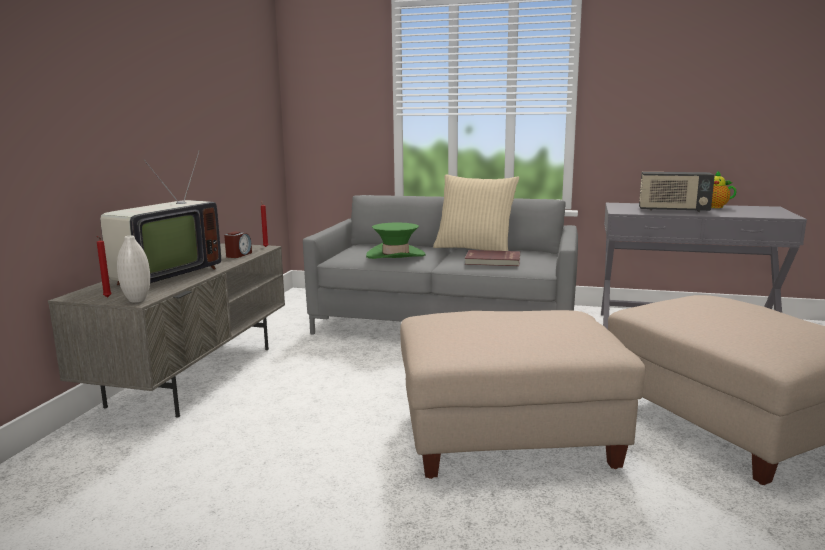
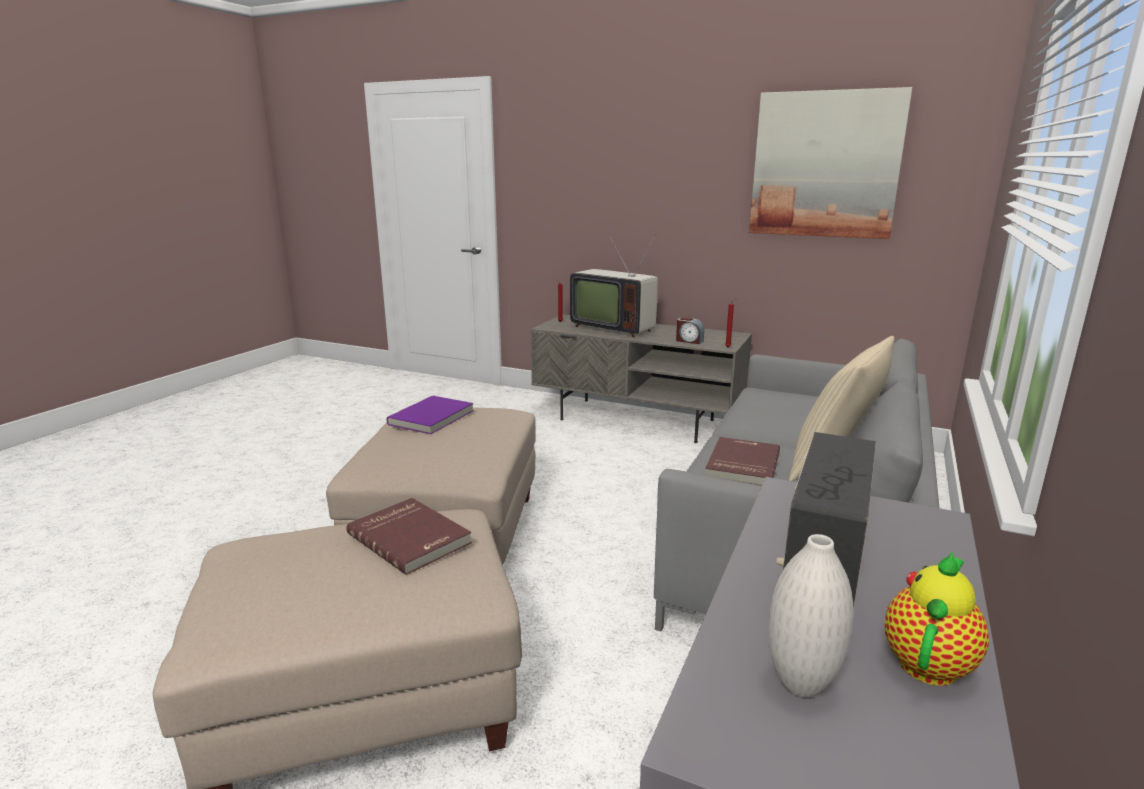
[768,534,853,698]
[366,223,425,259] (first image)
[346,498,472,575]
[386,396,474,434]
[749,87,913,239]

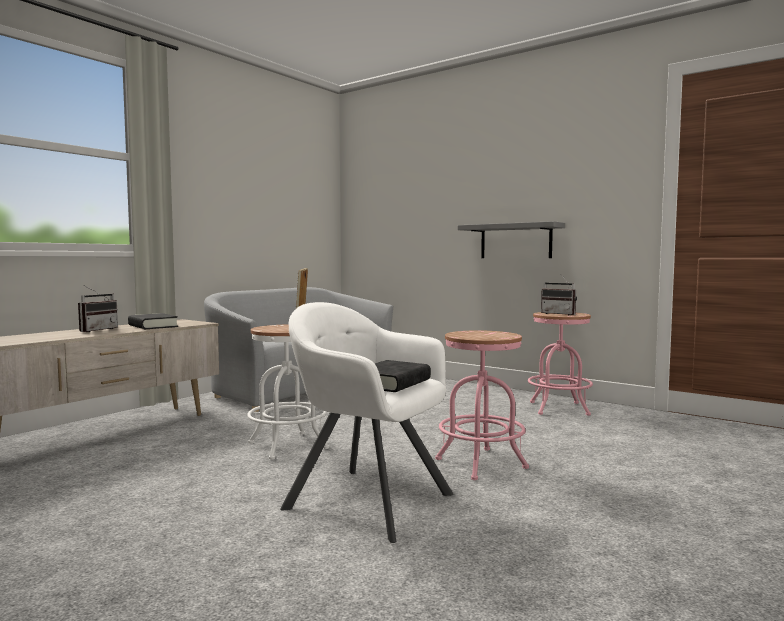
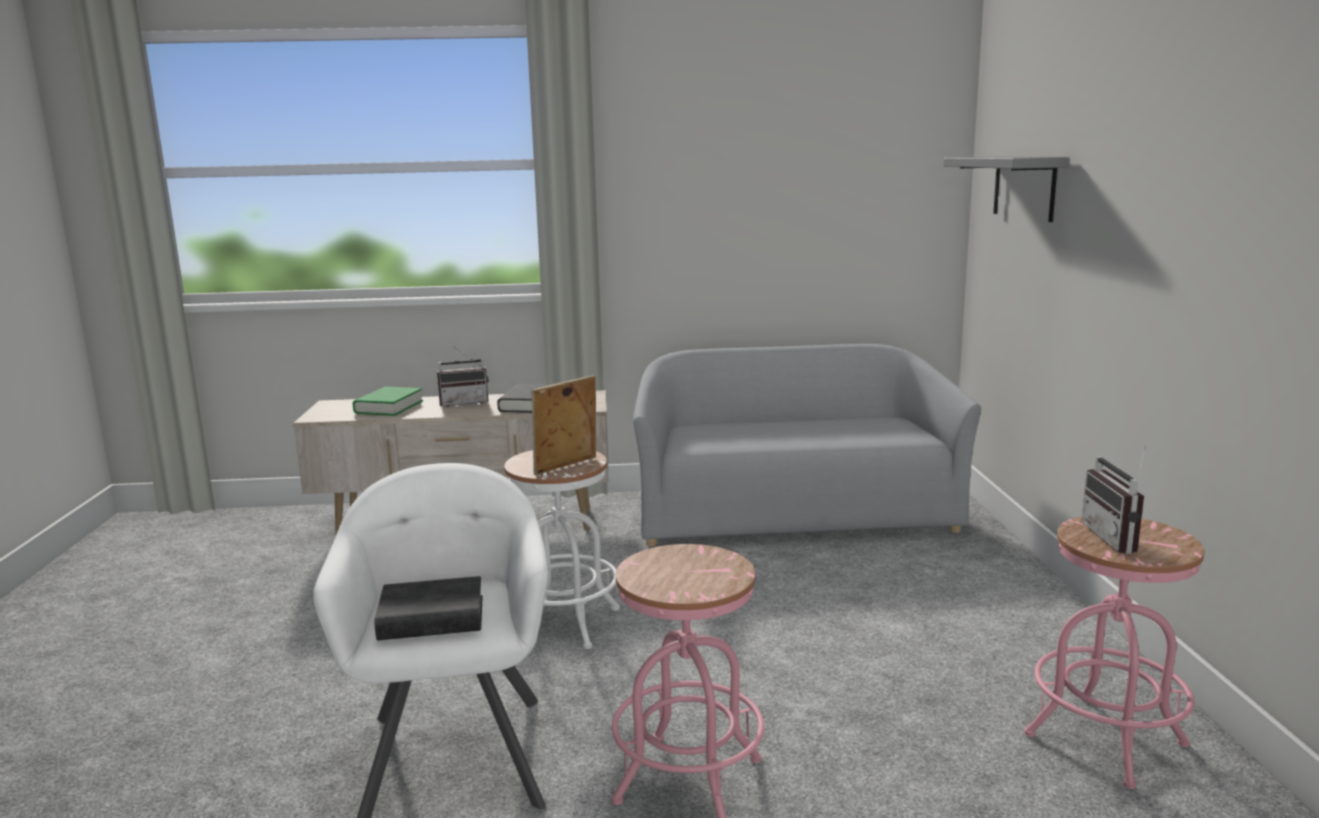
[944,157,1069,222]
[353,387,423,416]

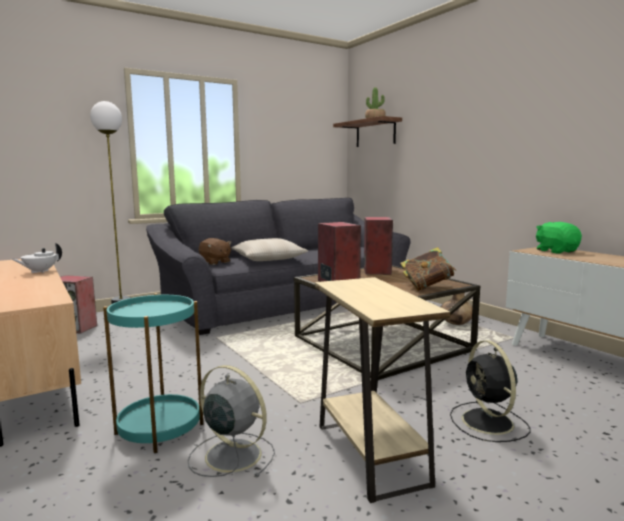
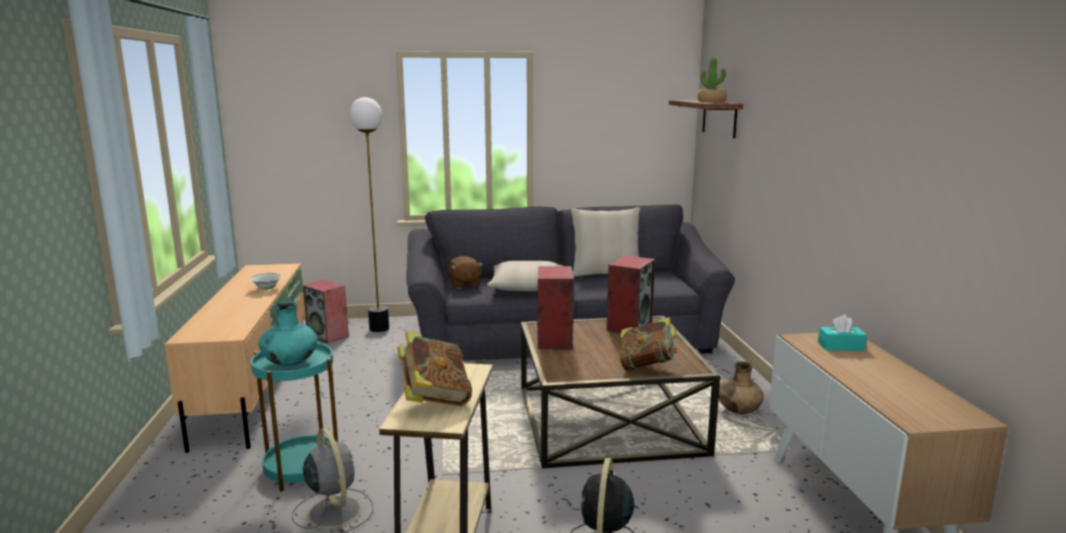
[249,273,283,290]
[818,315,867,351]
[258,301,318,366]
[397,331,472,406]
[571,207,640,277]

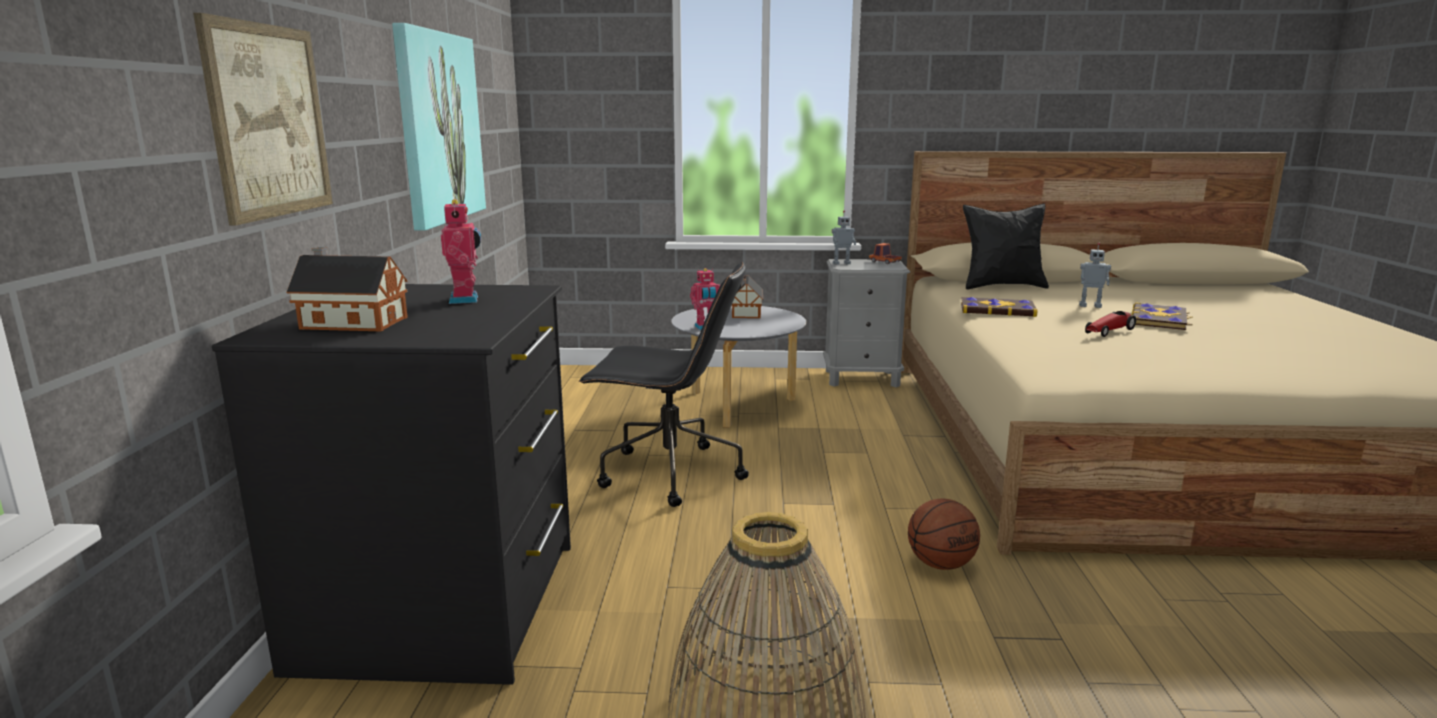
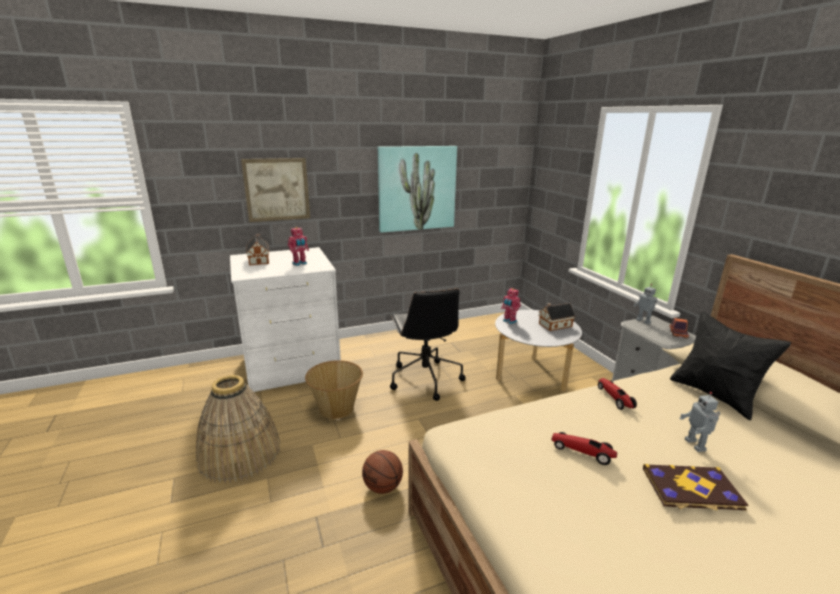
[230,247,341,393]
[598,378,637,410]
[305,360,363,419]

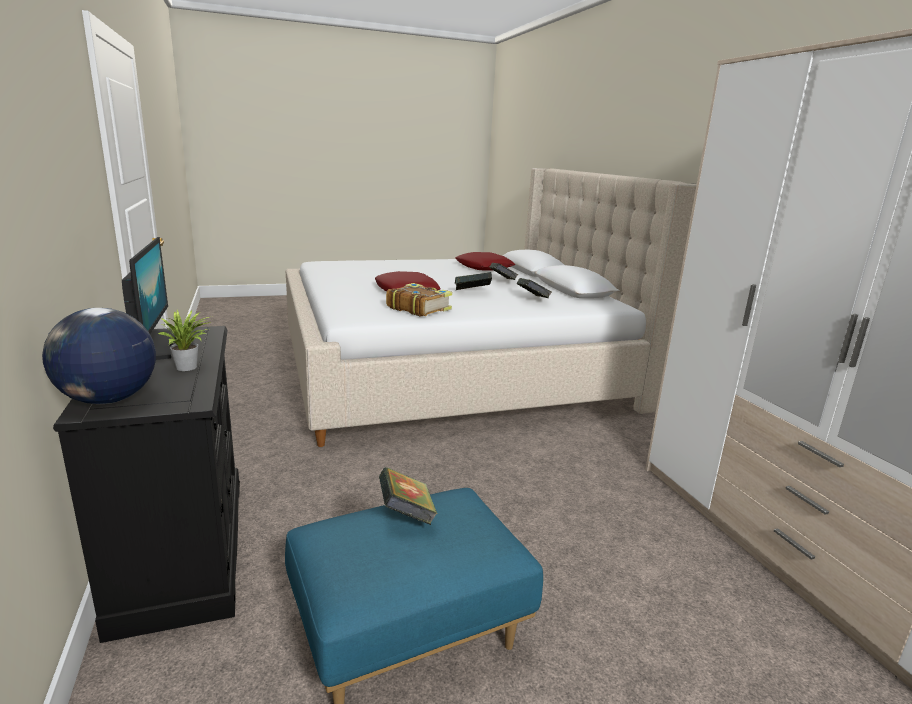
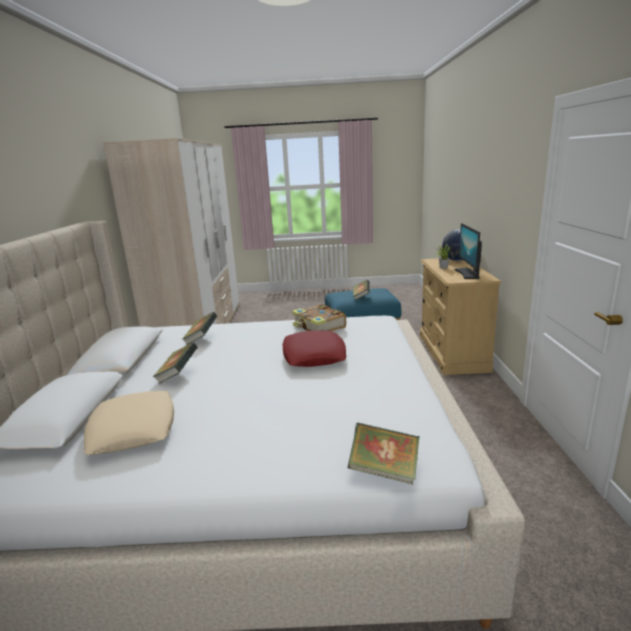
[420,258,501,375]
[84,391,174,455]
[348,422,420,484]

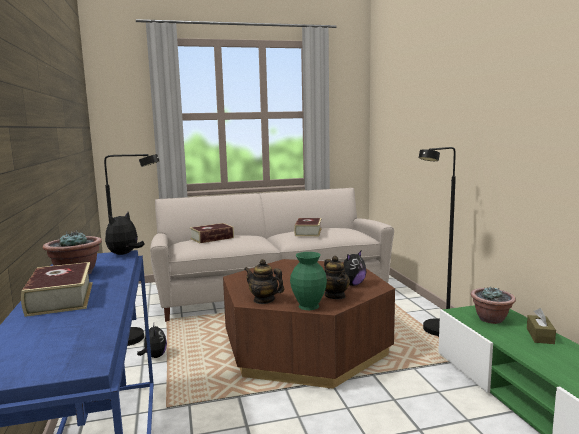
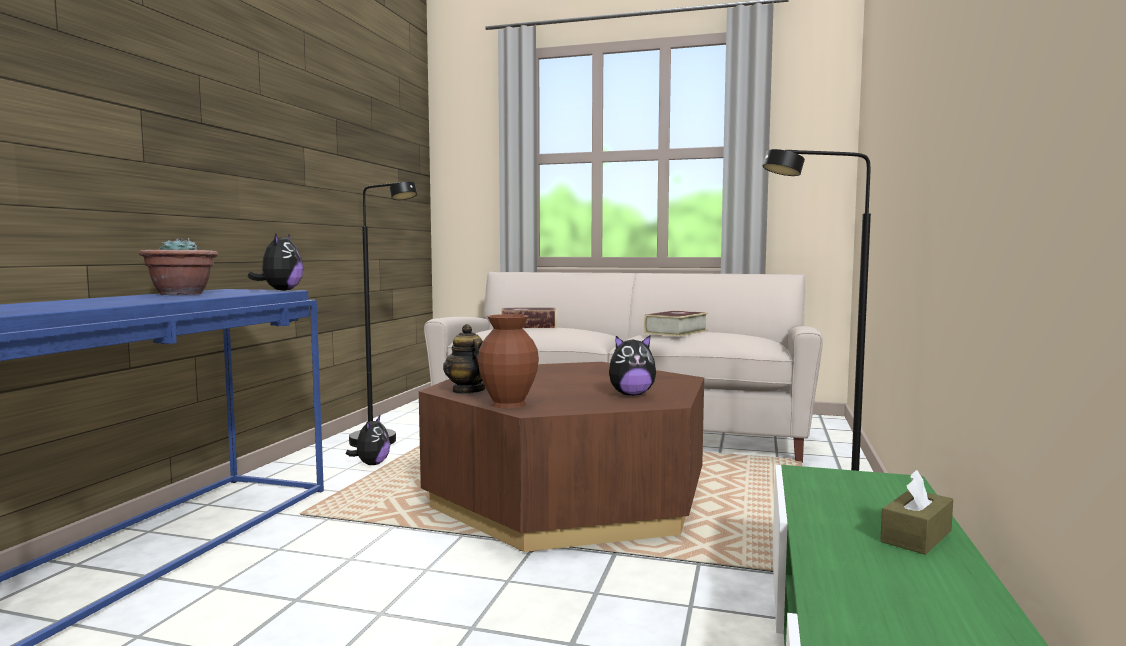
[21,262,93,317] (first image)
[248,234,304,291]
[478,314,539,409]
[324,256,350,299] (first image)
[471,287,516,324] (first image)

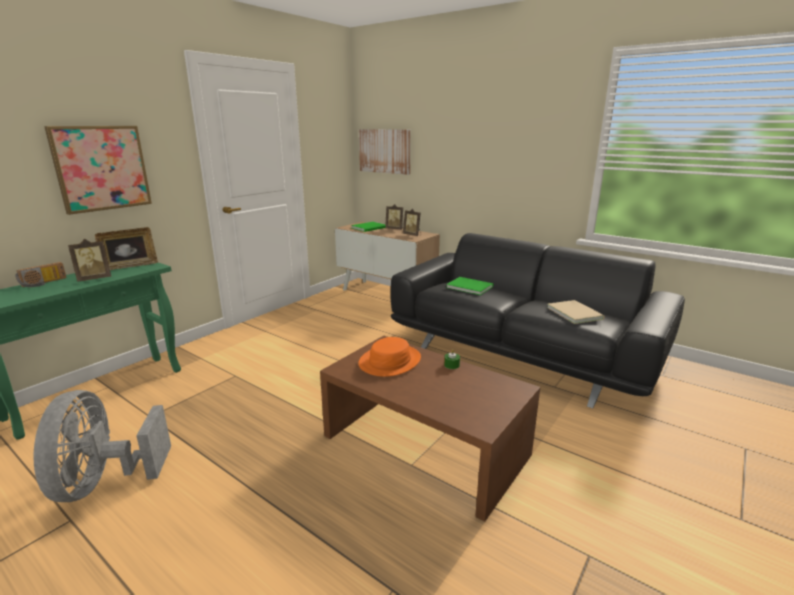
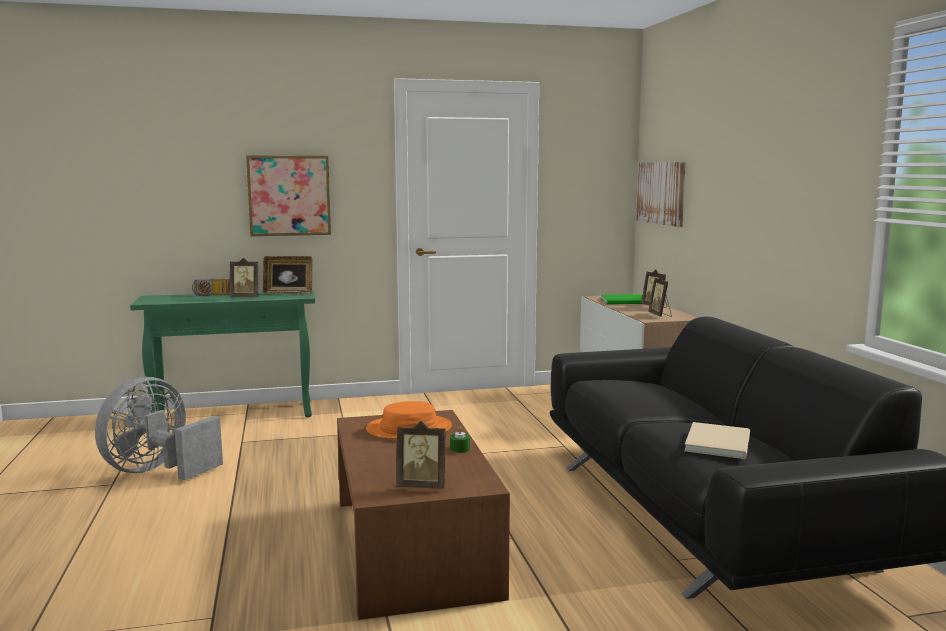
[446,277,493,295] (first image)
[396,421,446,489]

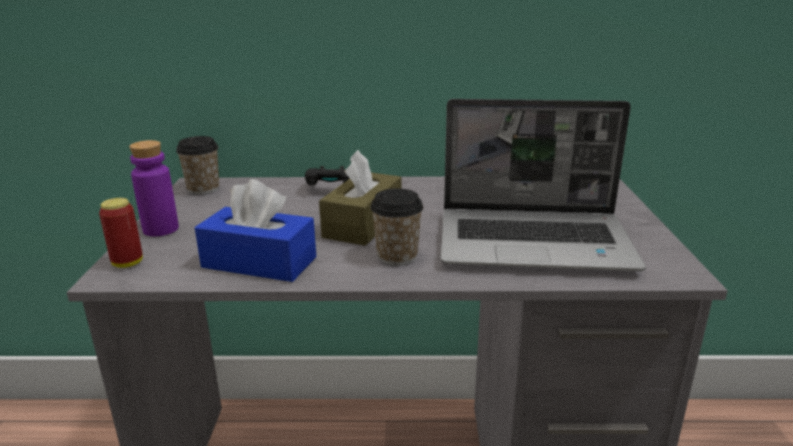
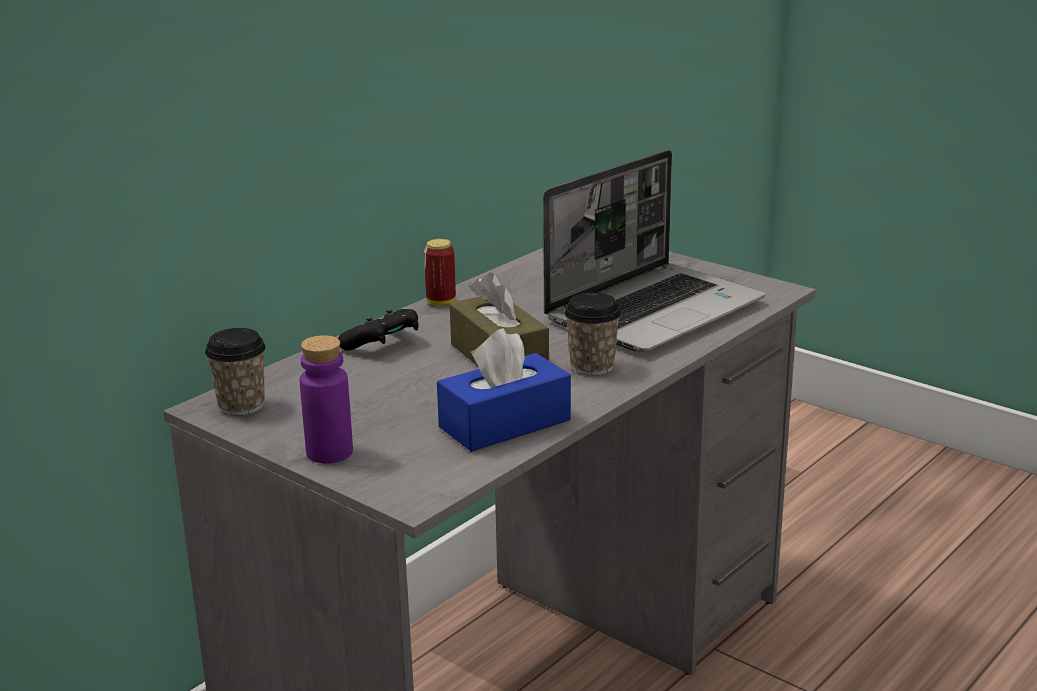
[424,239,456,306]

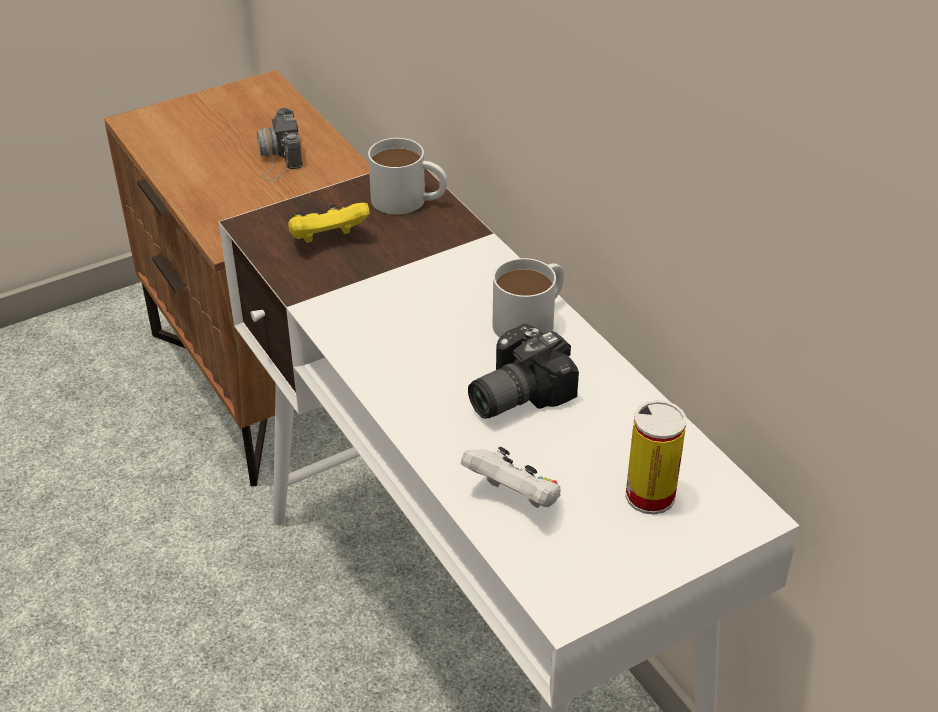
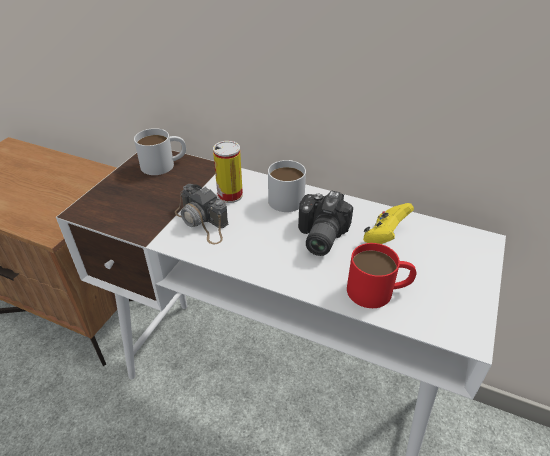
[175,184,229,244]
[363,203,414,244]
[347,243,417,308]
[213,141,243,203]

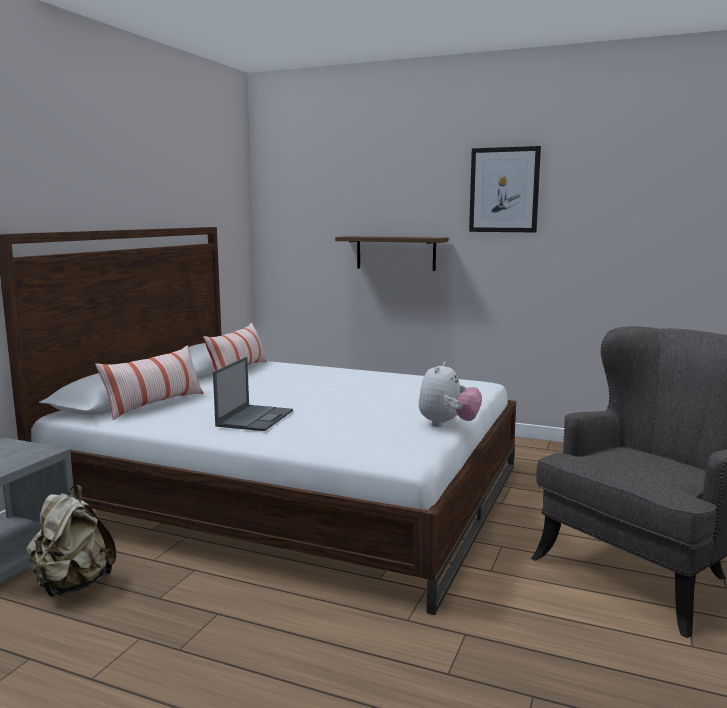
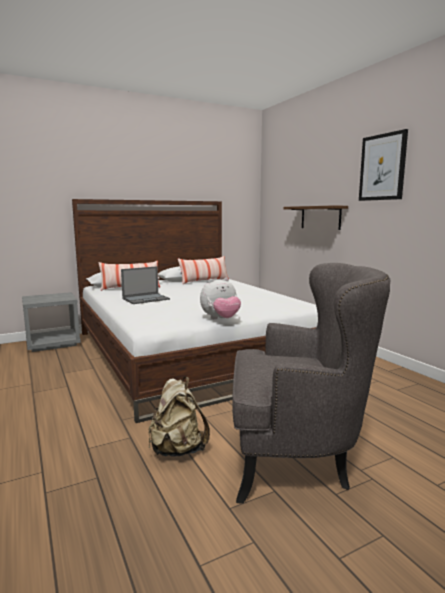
[149,377,210,457]

